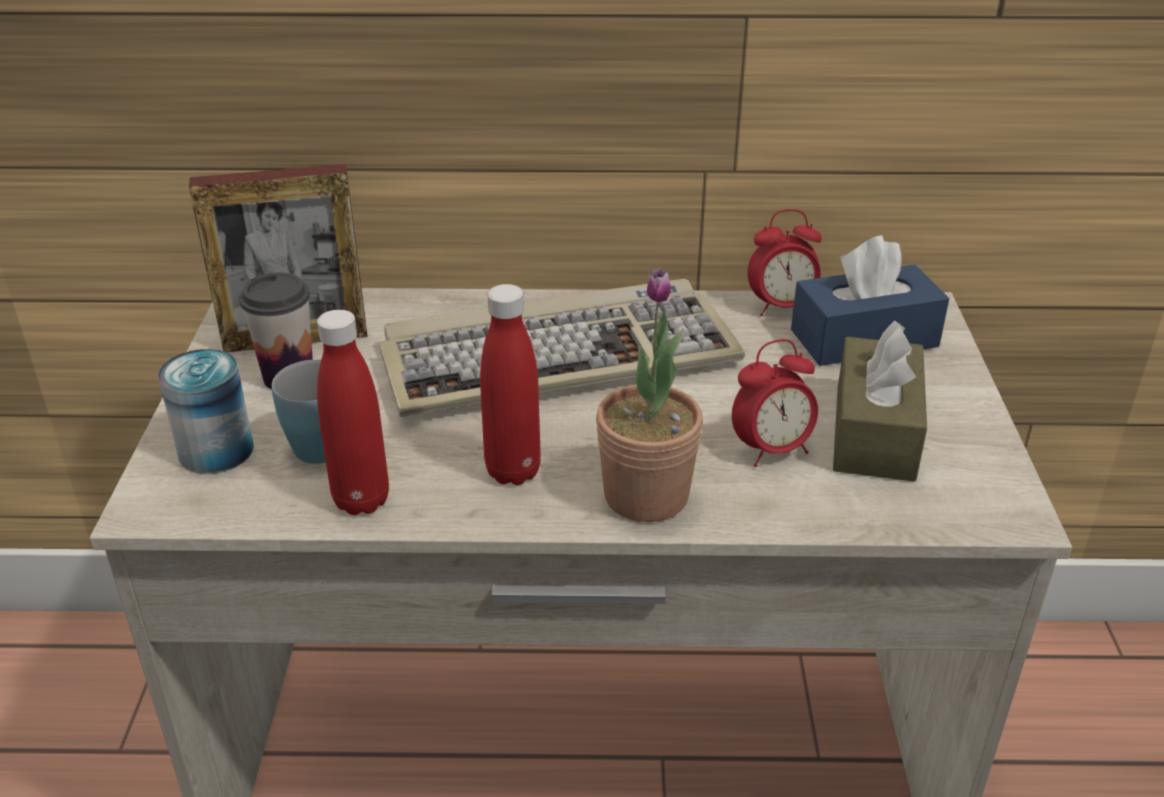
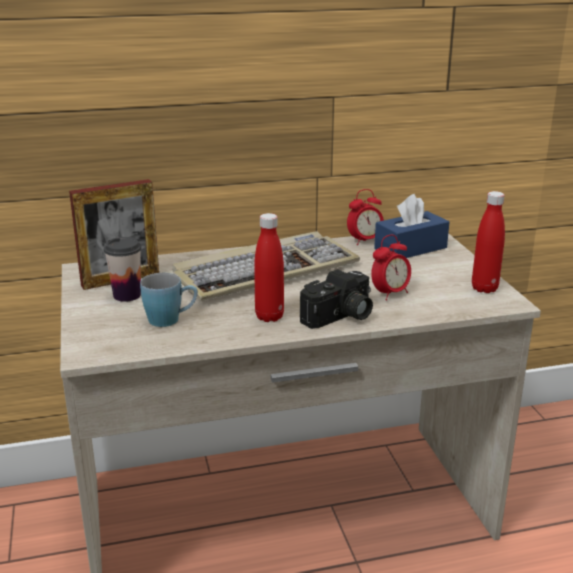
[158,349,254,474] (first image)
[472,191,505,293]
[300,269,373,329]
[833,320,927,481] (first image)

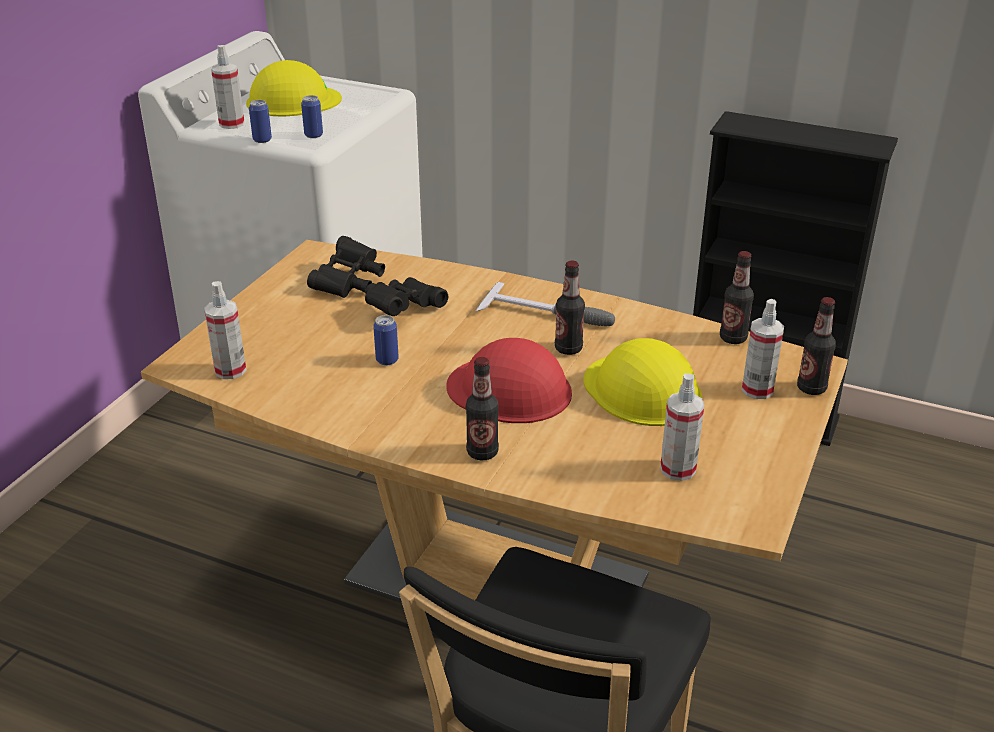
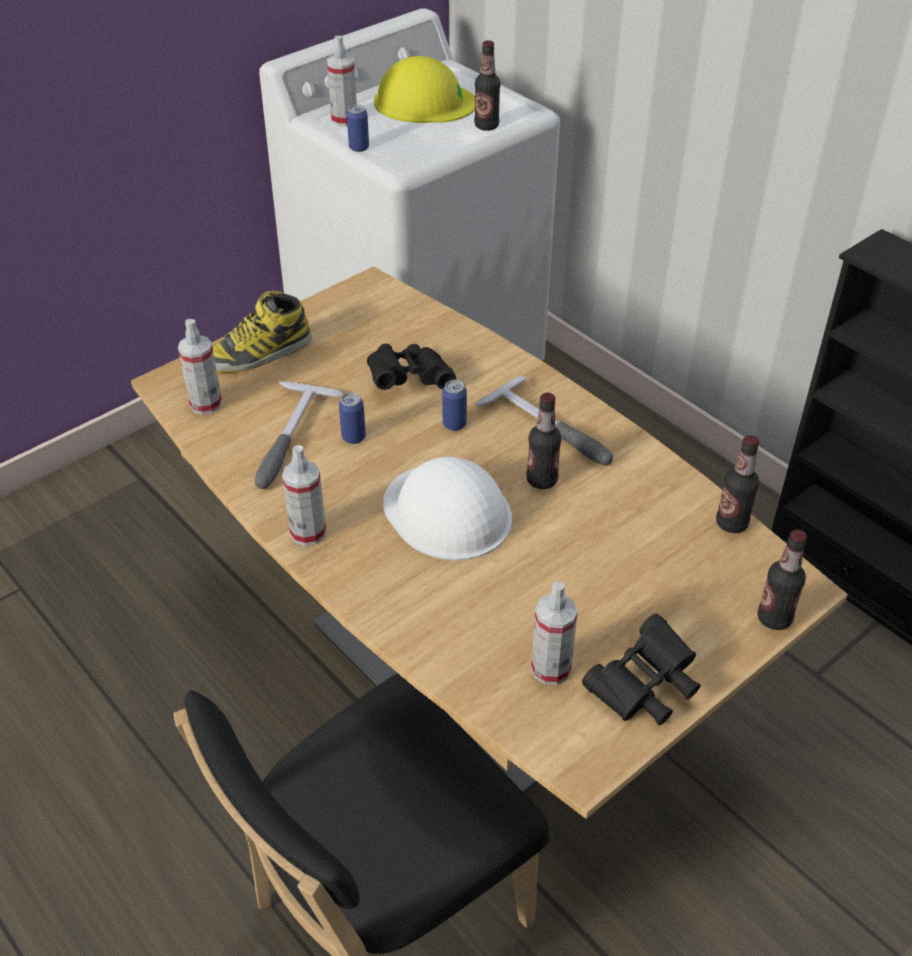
[442,380,467,431]
[582,614,701,725]
[383,457,512,560]
[474,40,500,131]
[584,338,702,426] (first image)
[282,445,326,546]
[212,291,312,373]
[255,381,342,489]

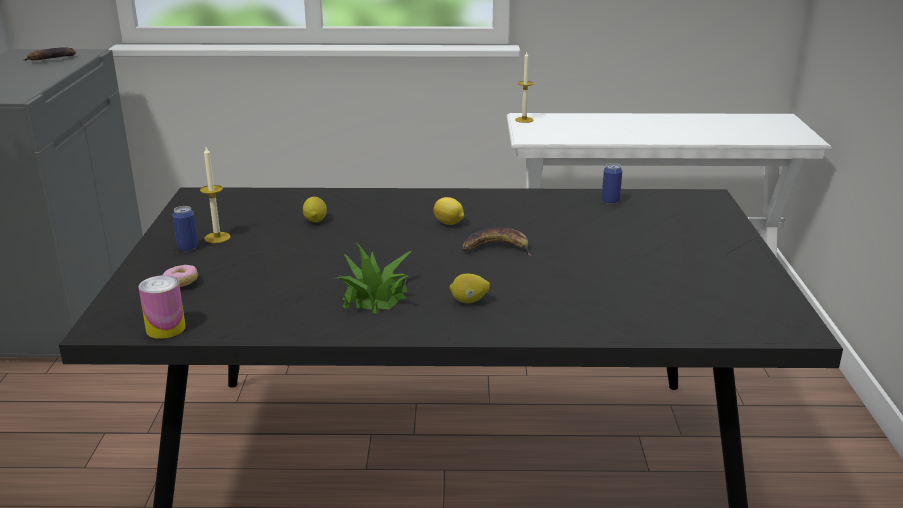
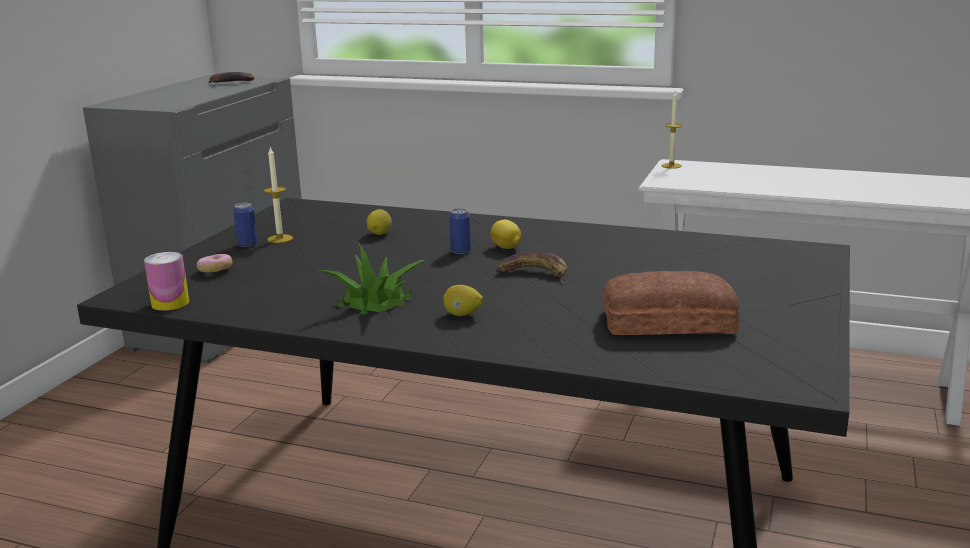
[449,208,471,254]
[604,271,740,335]

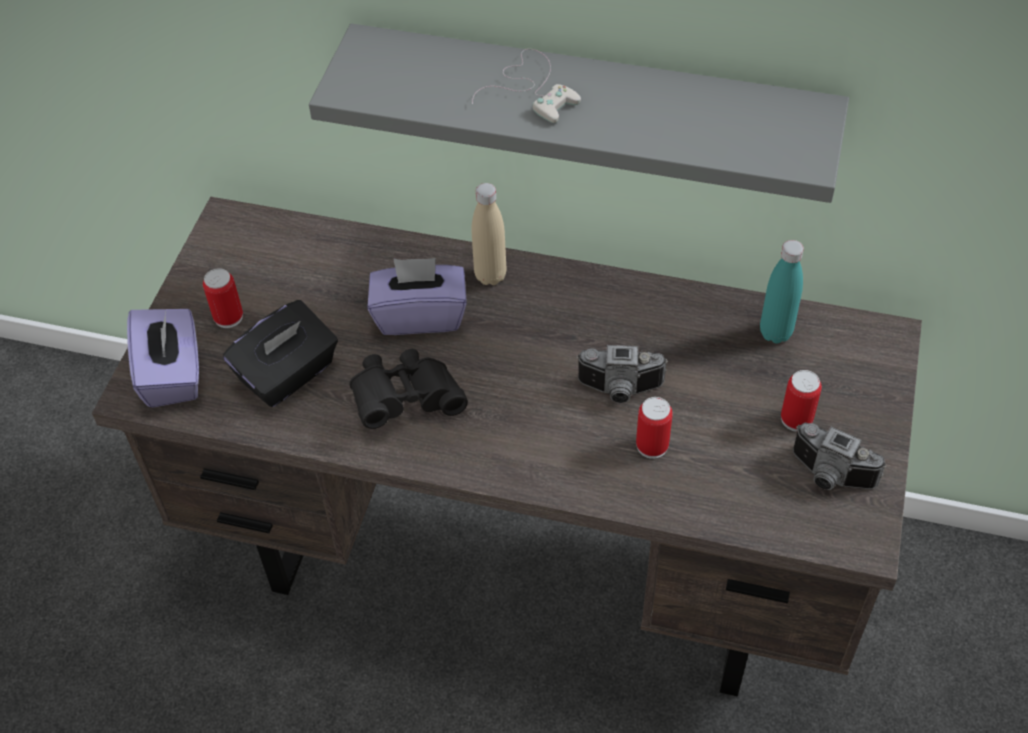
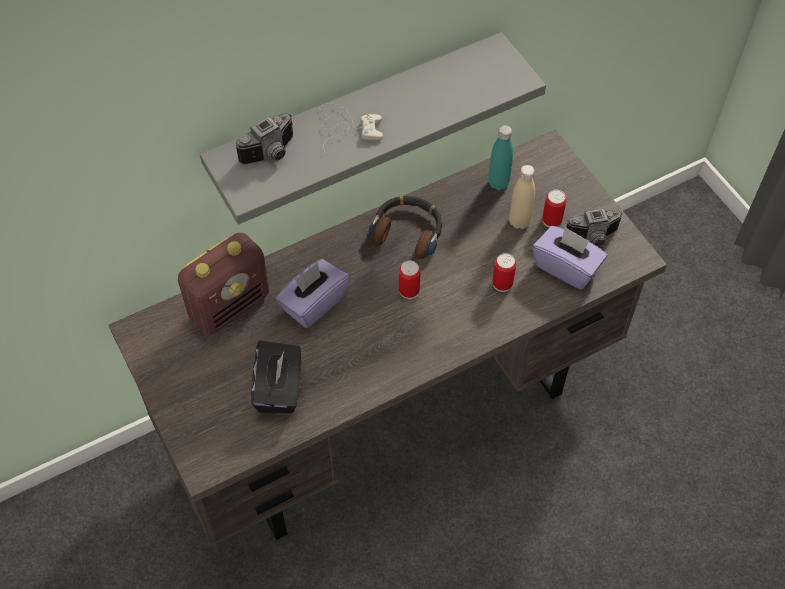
[533,226,607,290]
[399,260,421,299]
[349,349,468,429] (first image)
[509,165,535,229]
[235,113,293,165]
[178,233,269,335]
[369,195,442,259]

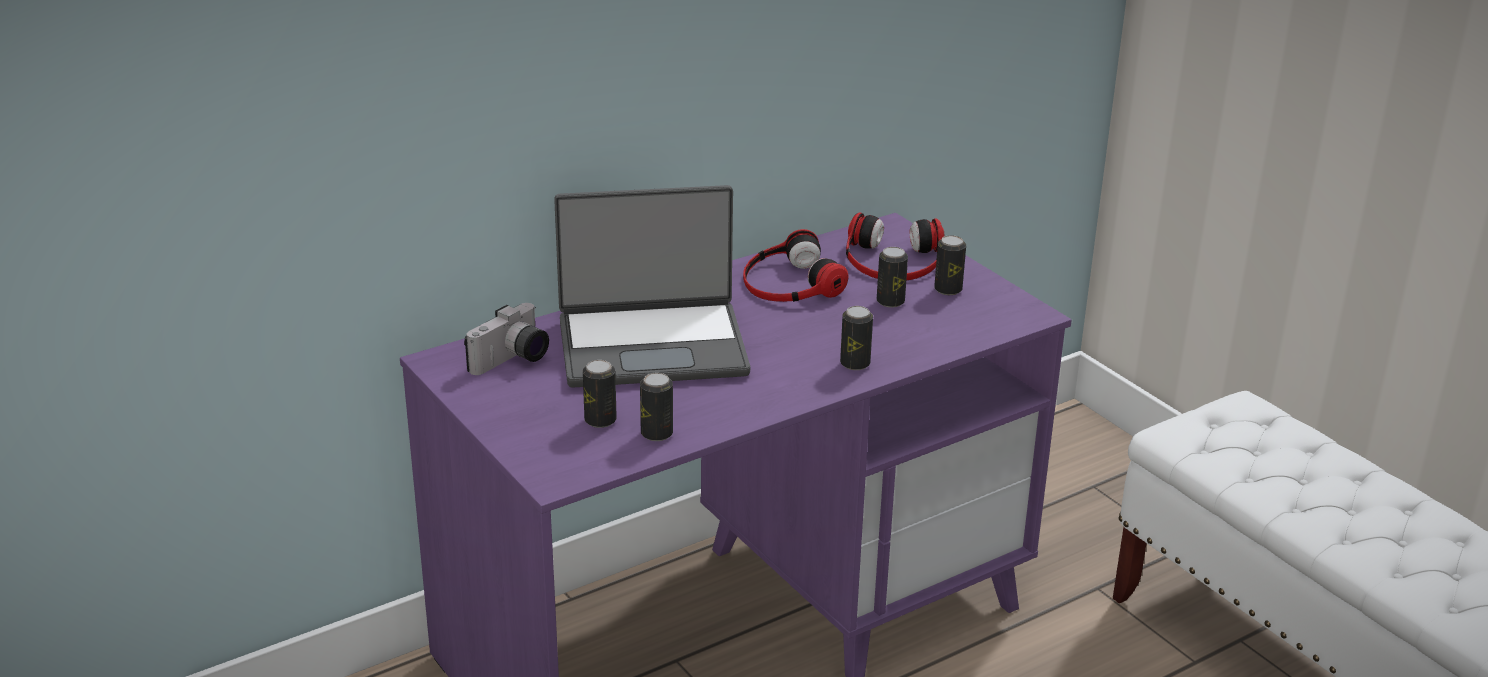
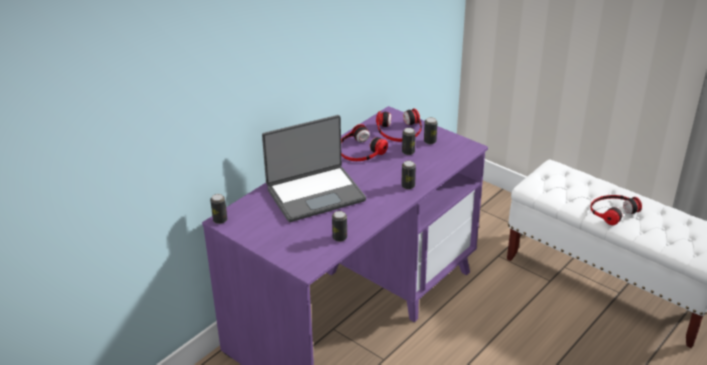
[464,303,549,375] (first image)
[210,194,227,224]
[591,195,642,225]

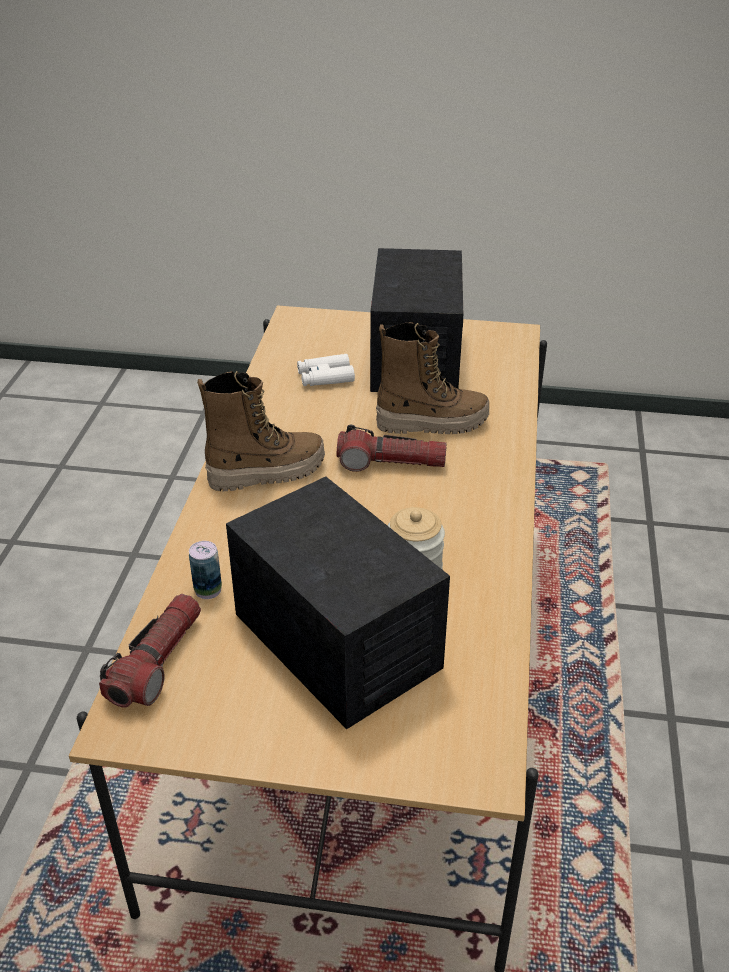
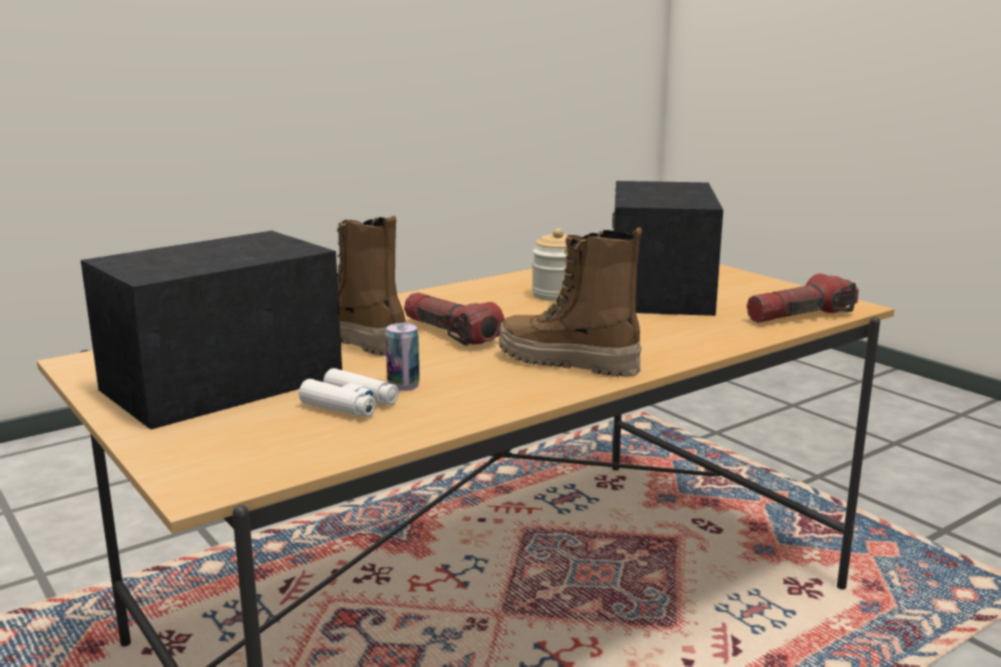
[386,323,420,391]

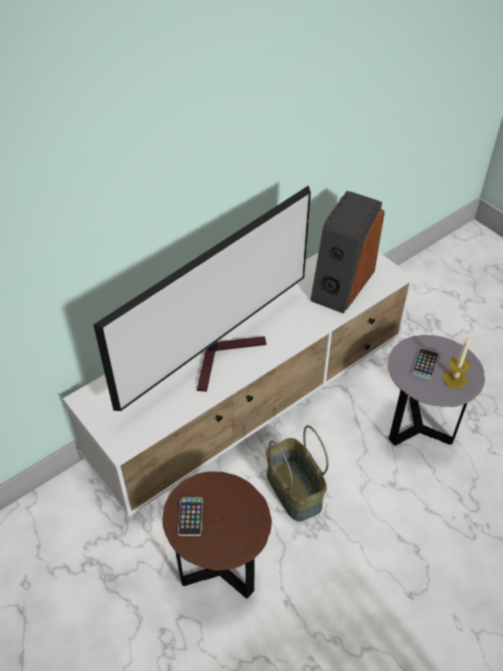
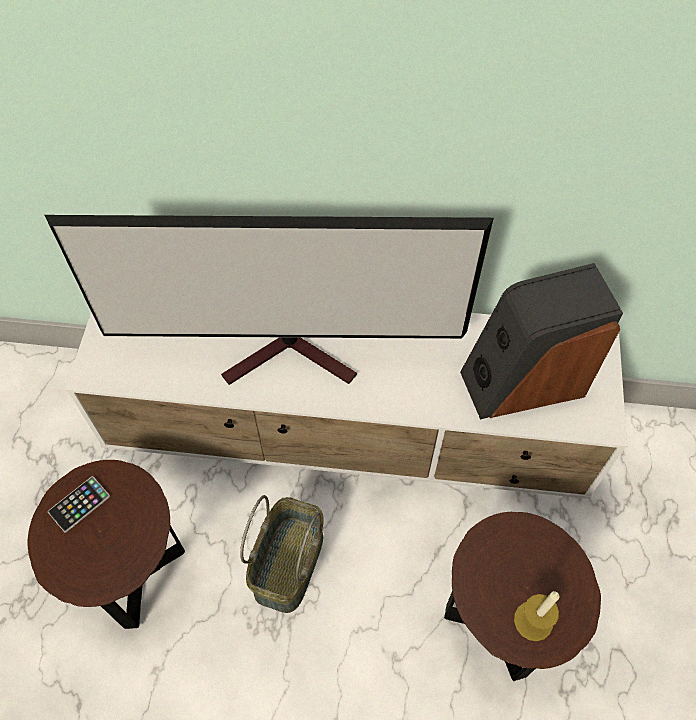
[444,512,601,681]
[412,348,439,380] (first image)

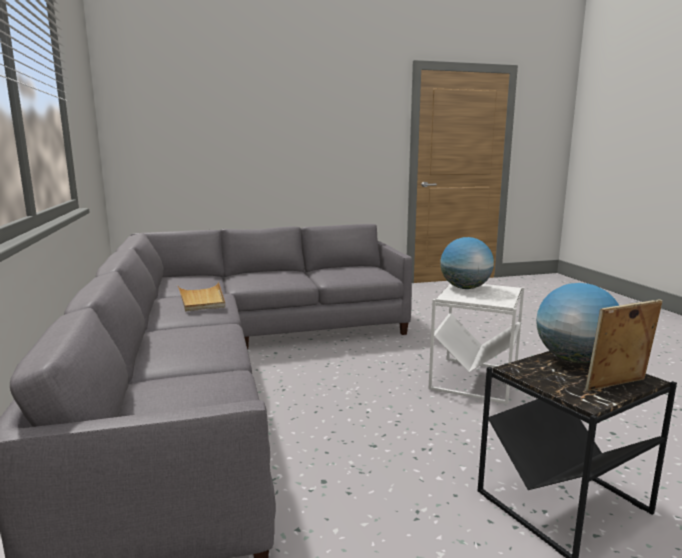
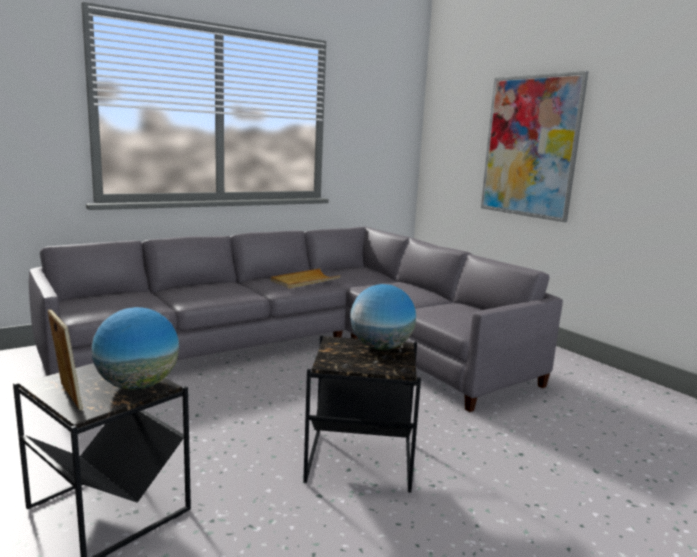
[303,335,421,492]
[481,71,589,222]

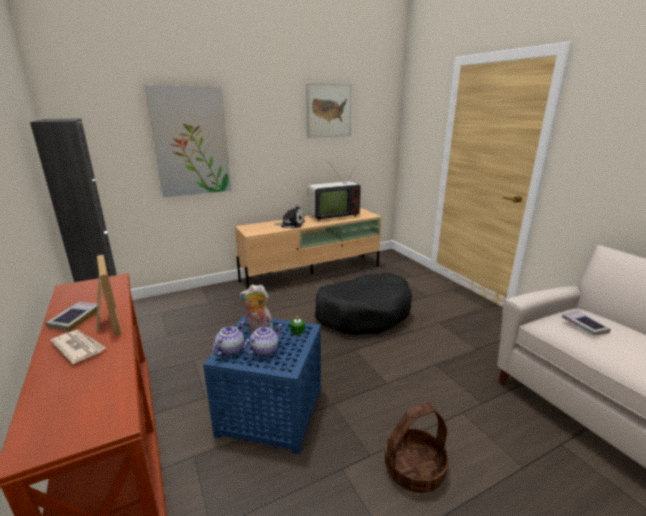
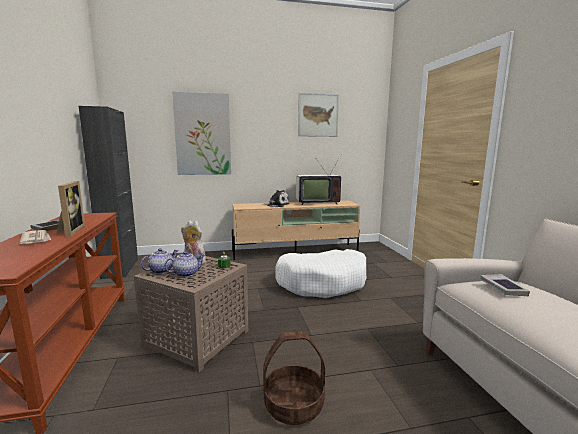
[134,256,248,372]
[275,249,366,298]

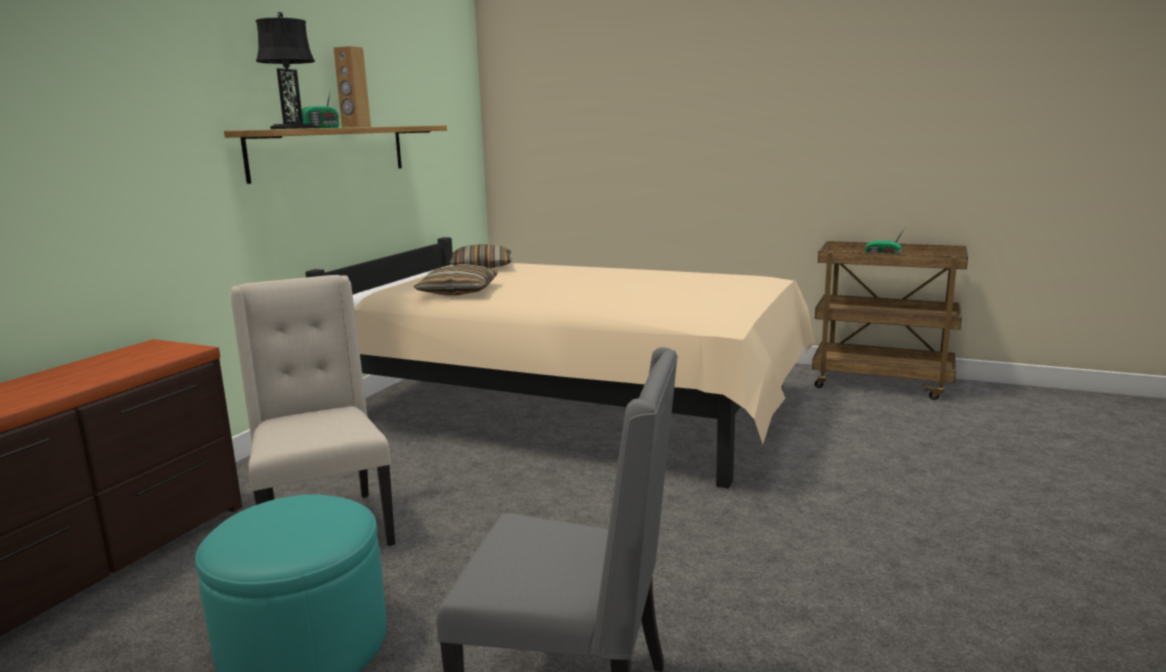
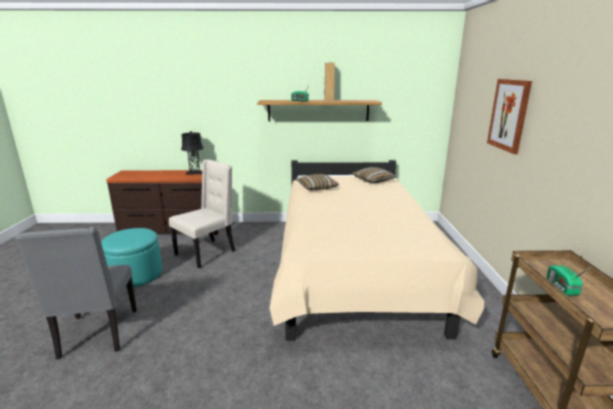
[181,131,204,175]
[487,79,532,154]

